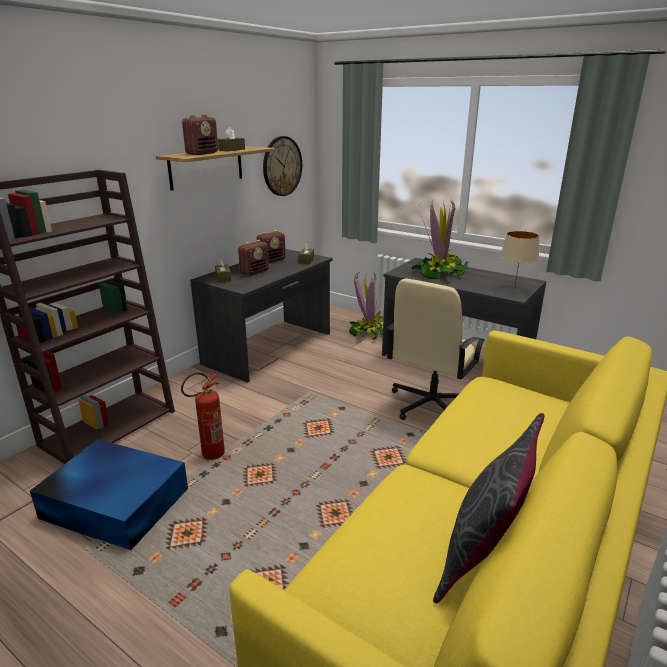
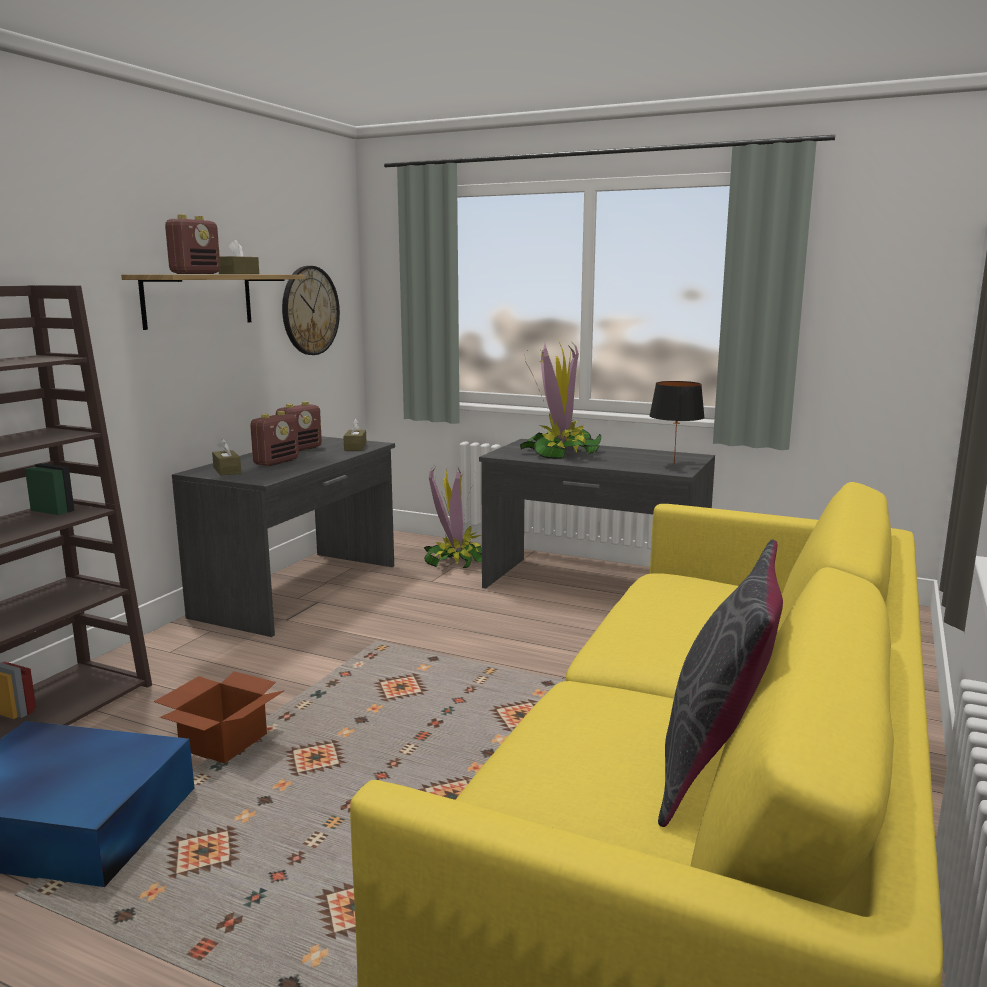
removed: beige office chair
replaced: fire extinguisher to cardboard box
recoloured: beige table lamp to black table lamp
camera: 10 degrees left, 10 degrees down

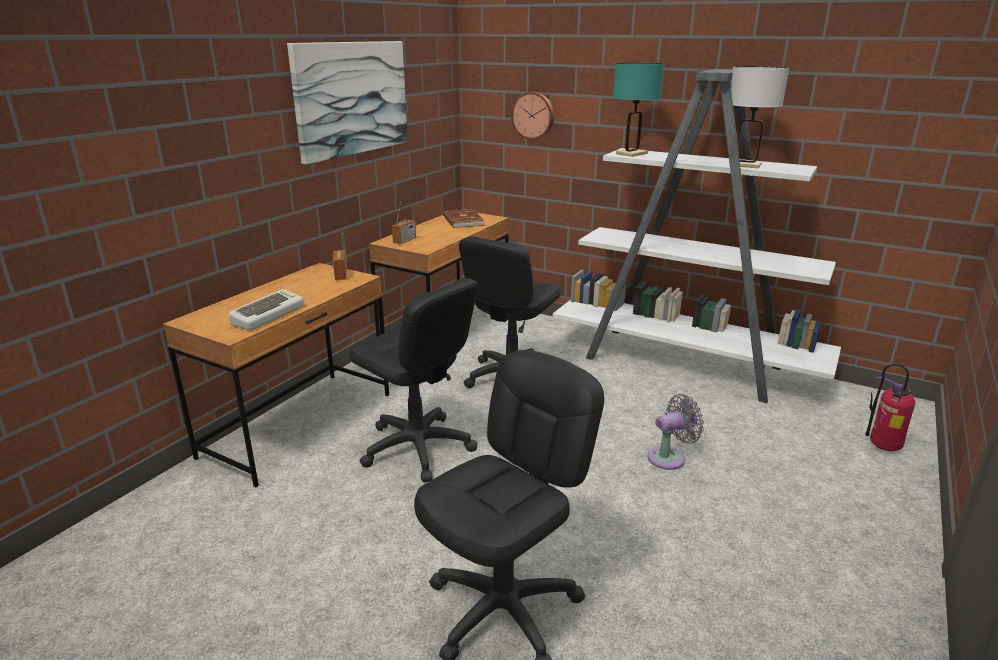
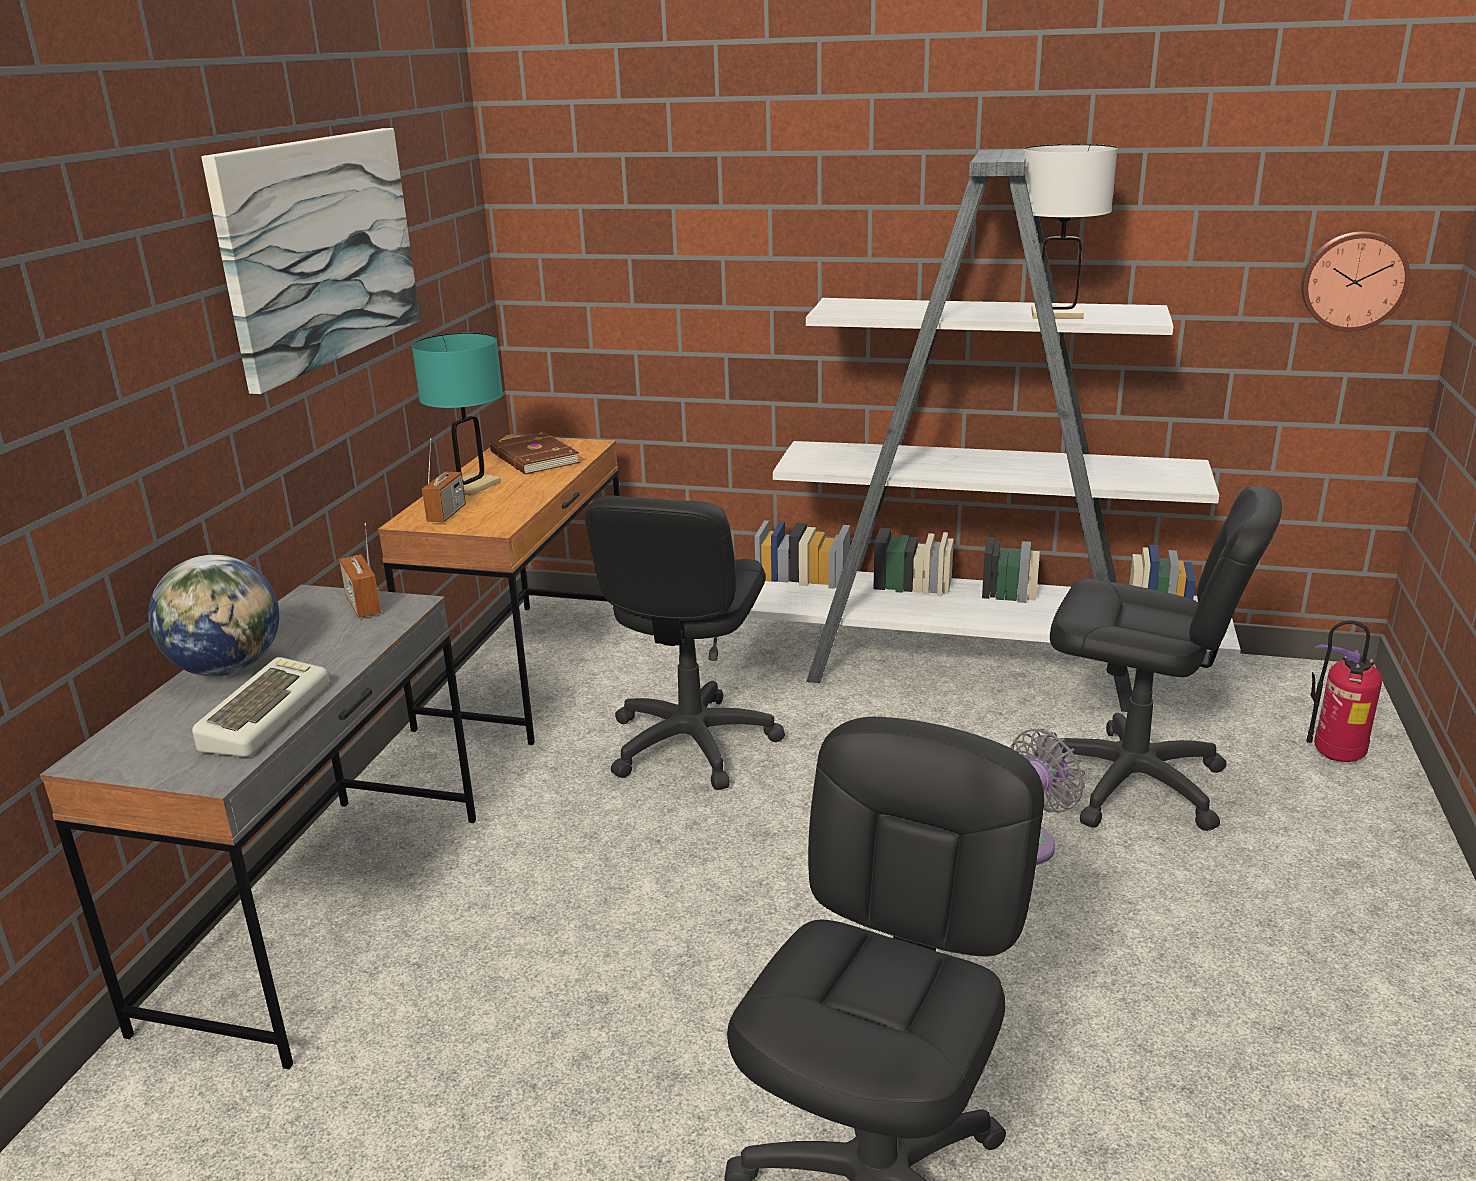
added: globe
moved: turquoise table lamp; black office chair (1st from left in the first image) to black office chair (3rd from left); wall clock
recoloured: brown desk (1st from left) to grey desk
camera: 15 degrees left, 0 degrees up

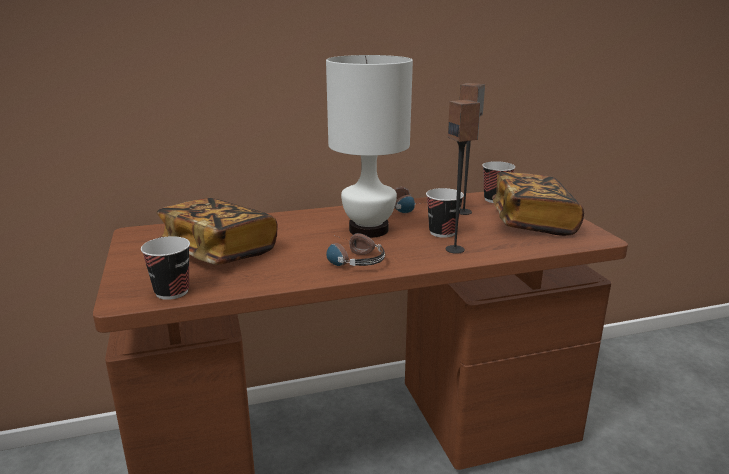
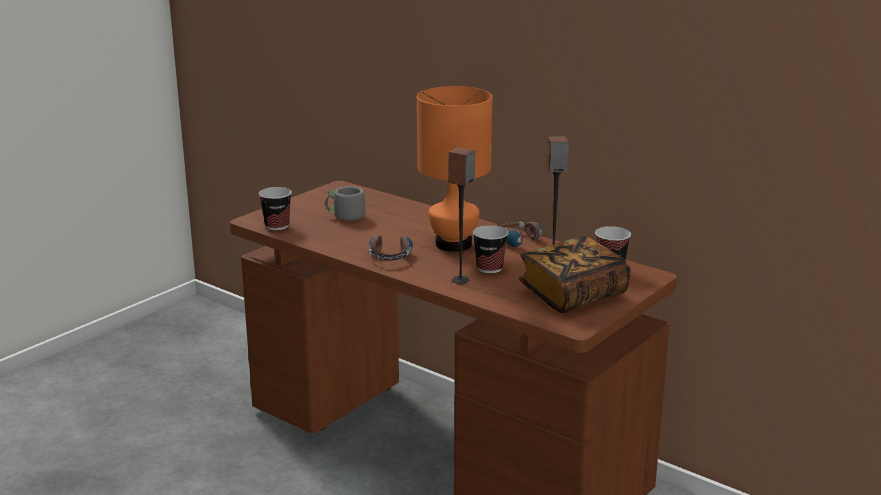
replaced: book (1st from left) to grey mug
recoloured: white table lamp to orange table lamp
camera: 55 degrees right, 0 degrees up

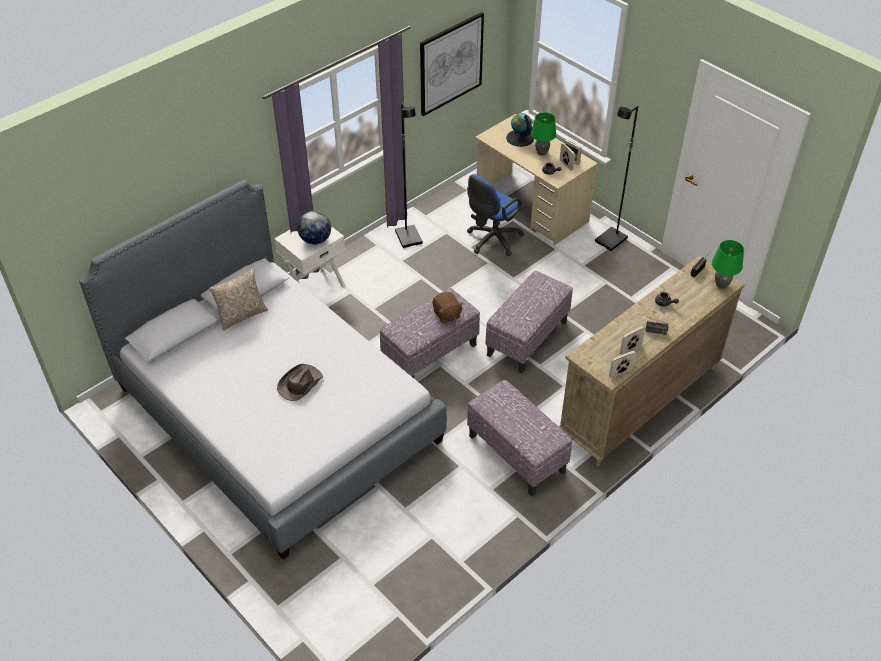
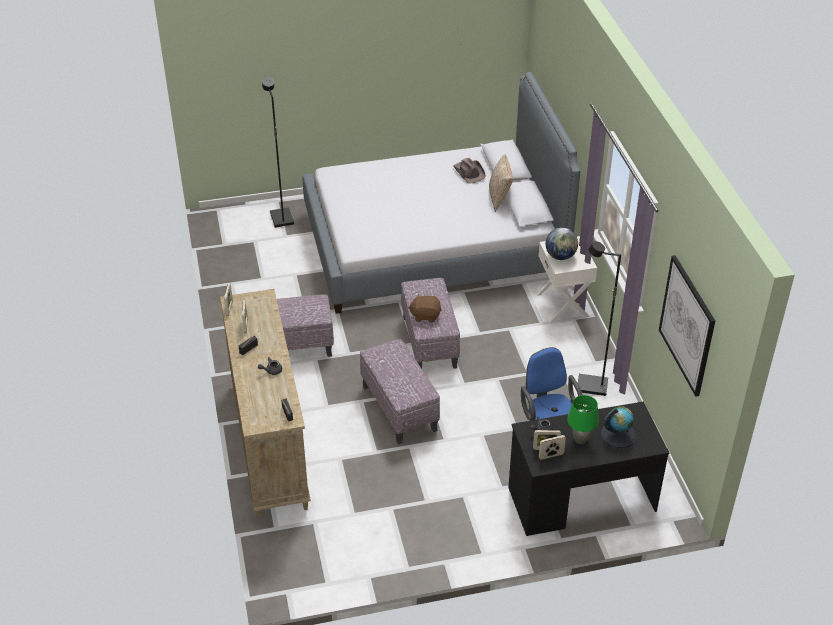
removed: green table lamp (2nd from left)
moved: black floor lamp (2nd from left in the first image) to black floor lamp (1st from left); brown hat
recoloured: beige desk to black desk
camera: 120 degrees right, 5 degrees down

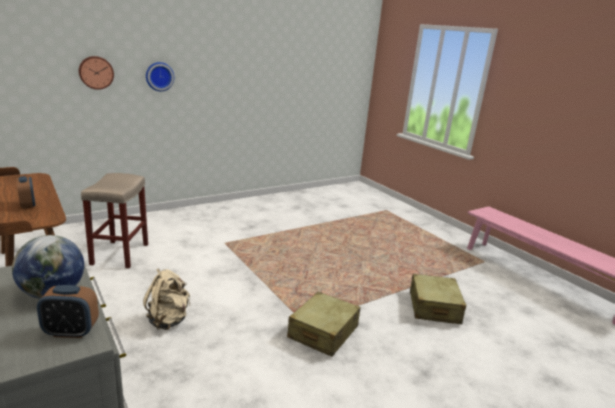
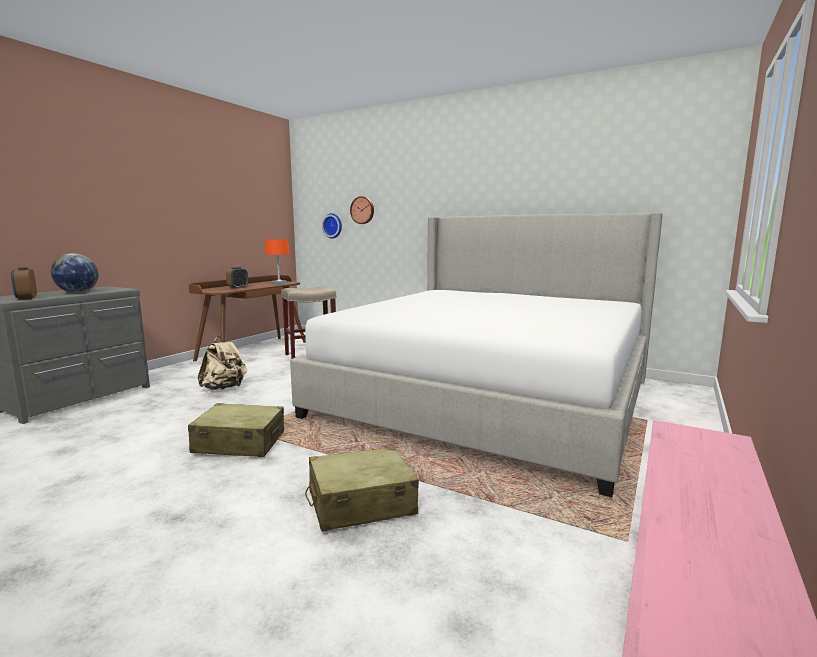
added: orange table lamp; bed
moved: wall clock (2nd from left in the first image) to wall clock (1st from left)
camera: 65 degrees right, 10 degrees down

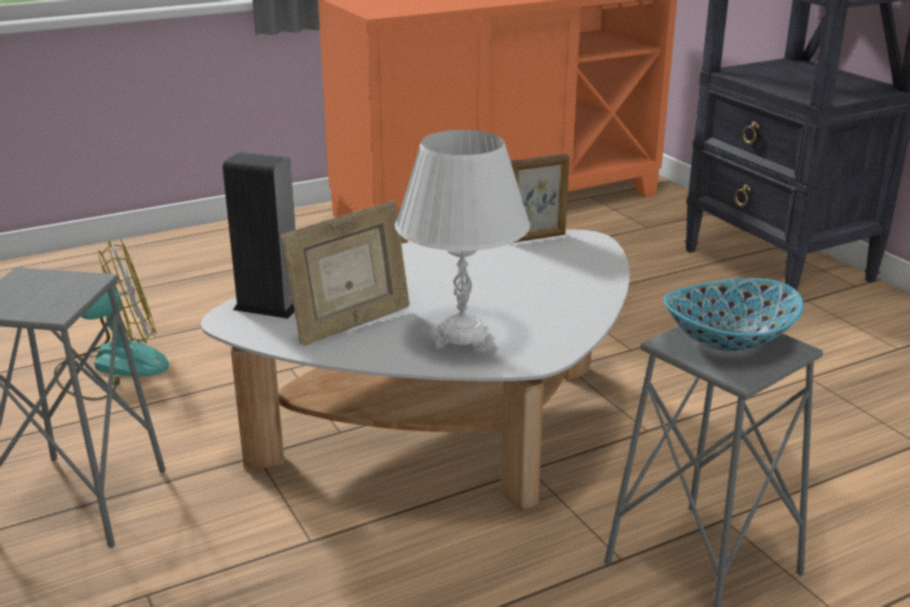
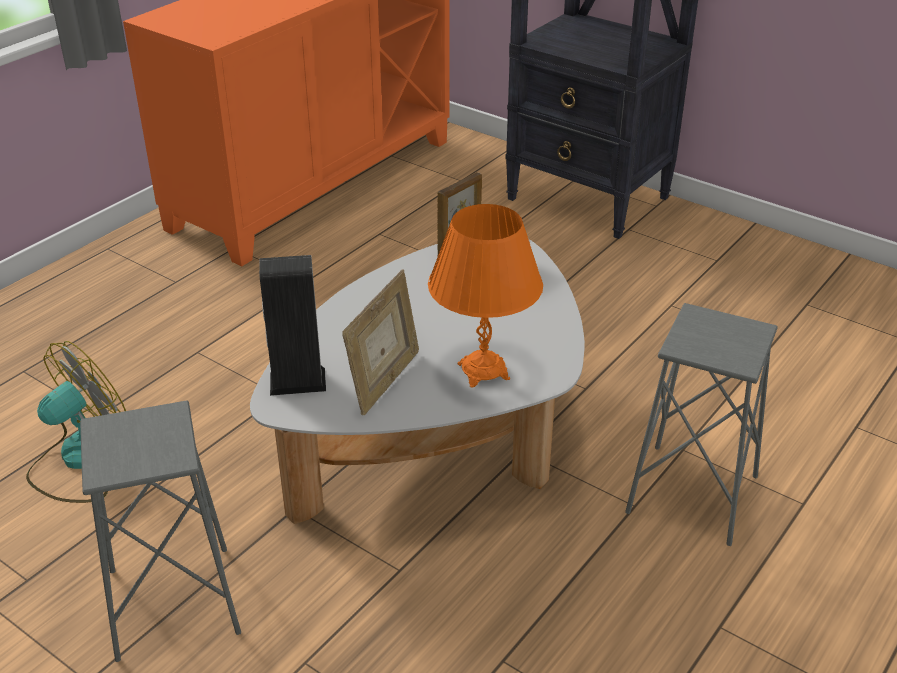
removed: bowl
recoloured: white table lamp to orange table lamp
camera: 25 degrees left, 10 degrees up

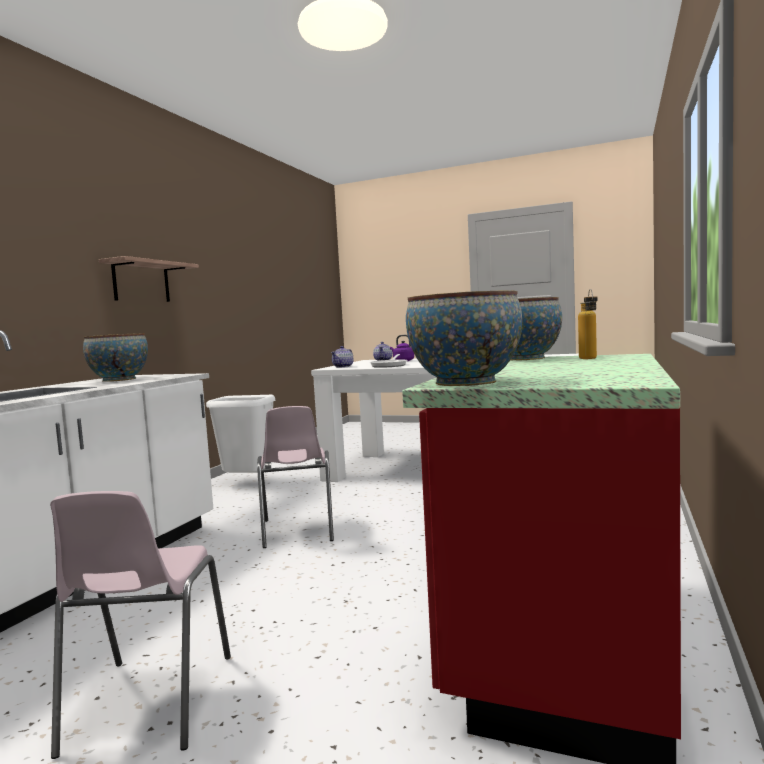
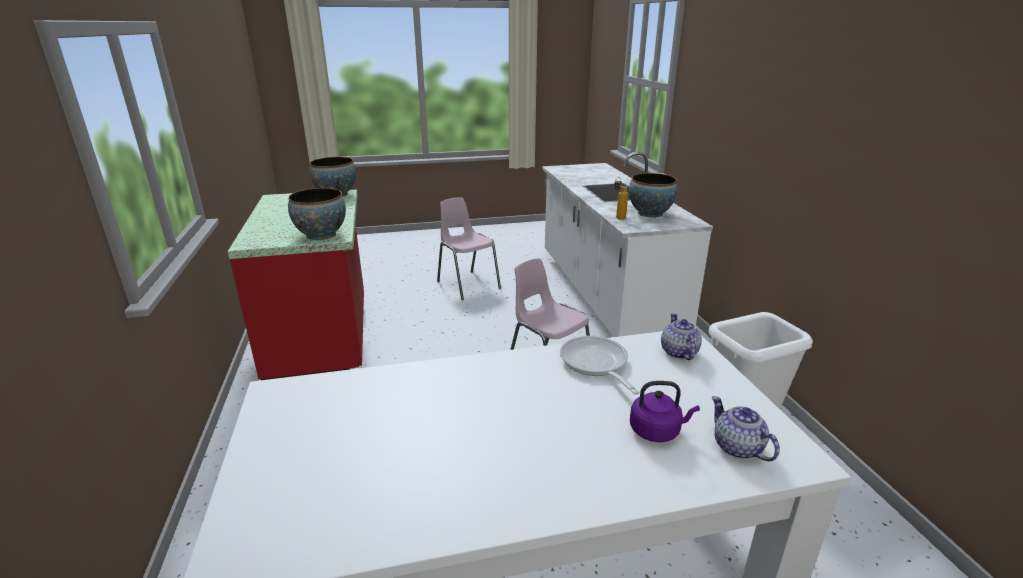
removed: shelf
moved: bottle
camera: 145 degrees right, 20 degrees up

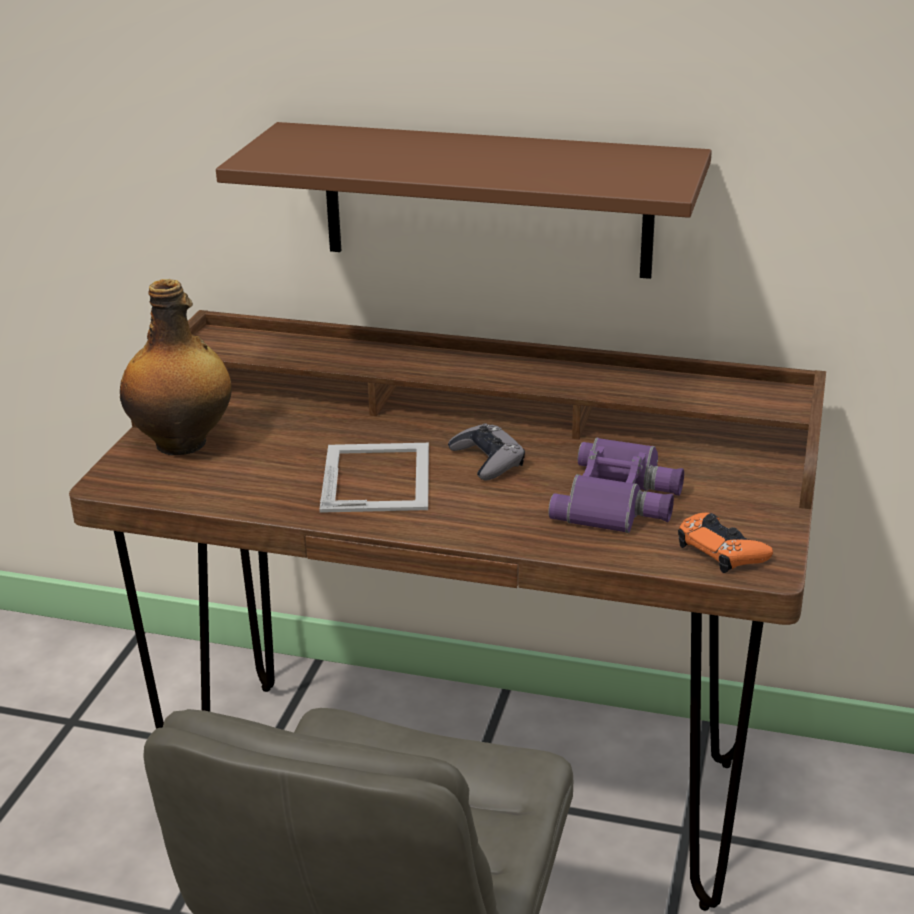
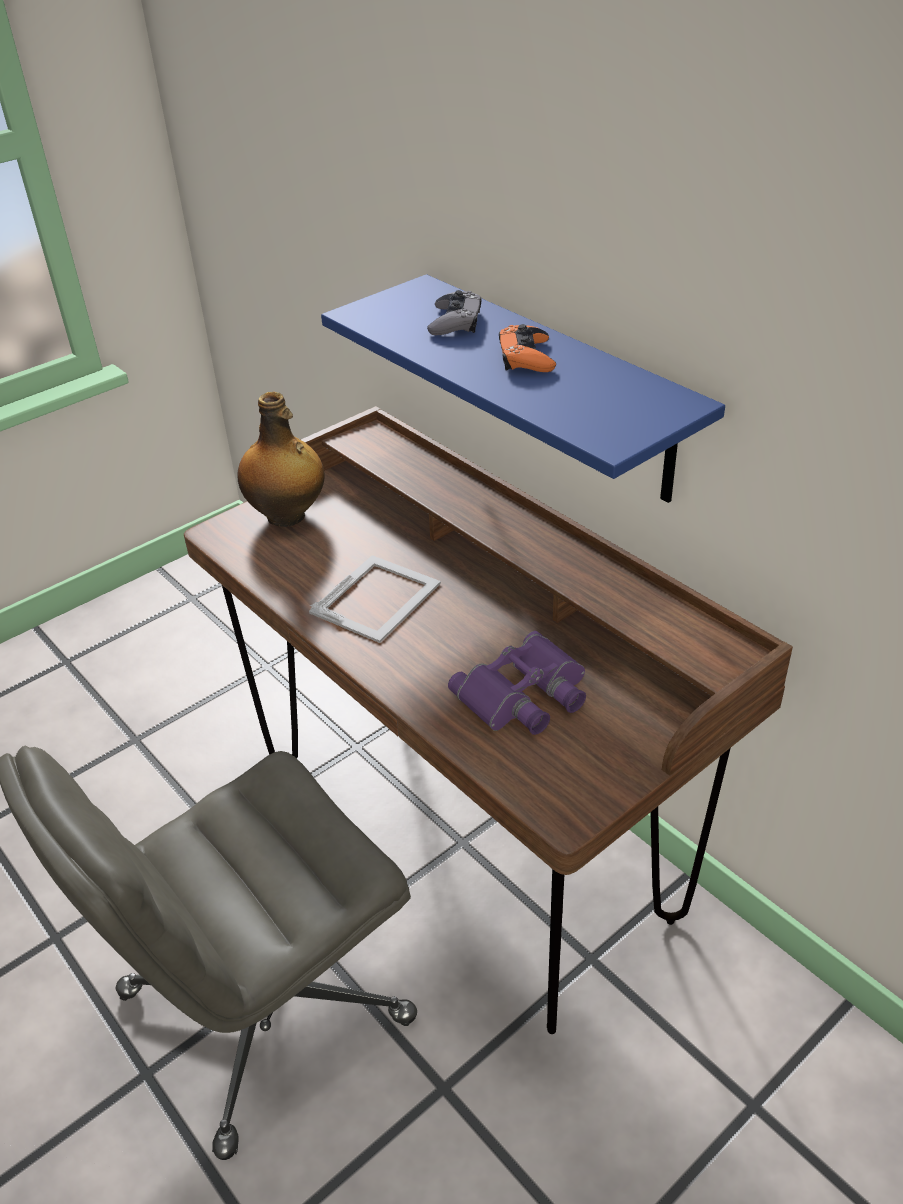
moved: grey game controller; orange game controller
recoloured: brown shelf to blue shelf
camera: 35 degrees right, 10 degrees up

